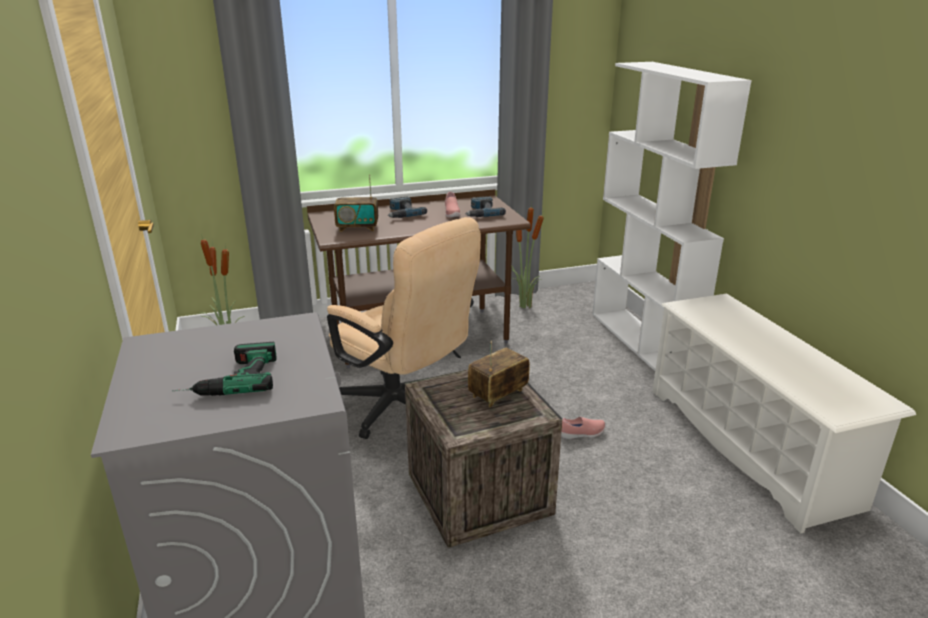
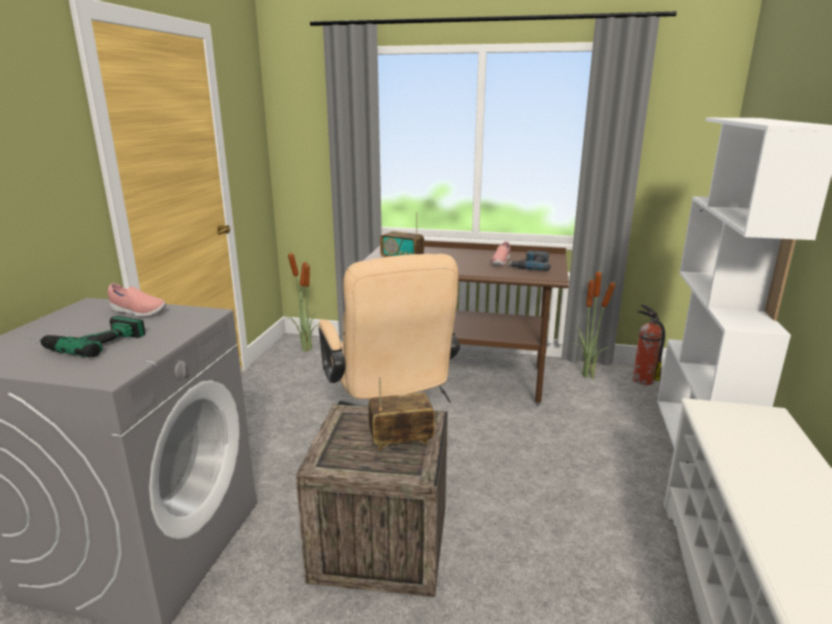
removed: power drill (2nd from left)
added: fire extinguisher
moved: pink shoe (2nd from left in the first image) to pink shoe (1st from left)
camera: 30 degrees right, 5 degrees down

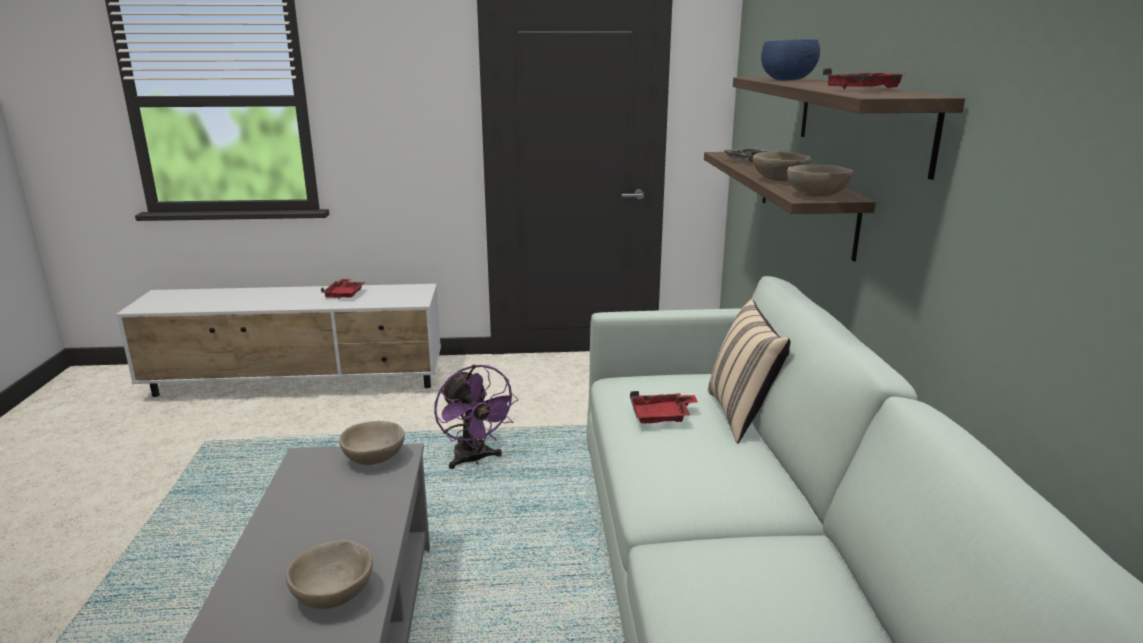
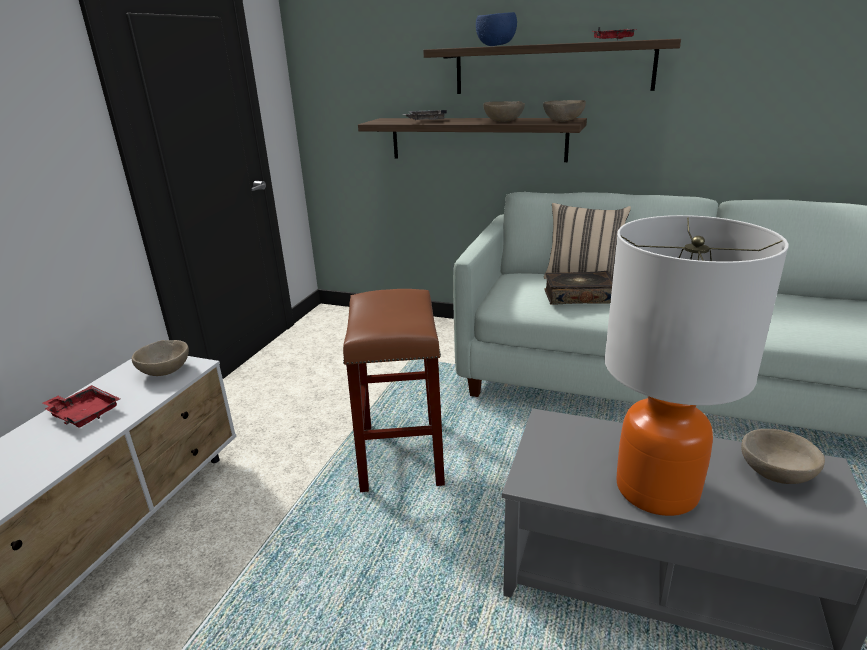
added: table lamp
moved: beige bowl (2nd from left in the first image) to beige bowl (1st from left)
replaced: purple fan to brown stool; red tray (2nd from left) to book
camera: 65 degrees left, 5 degrees up

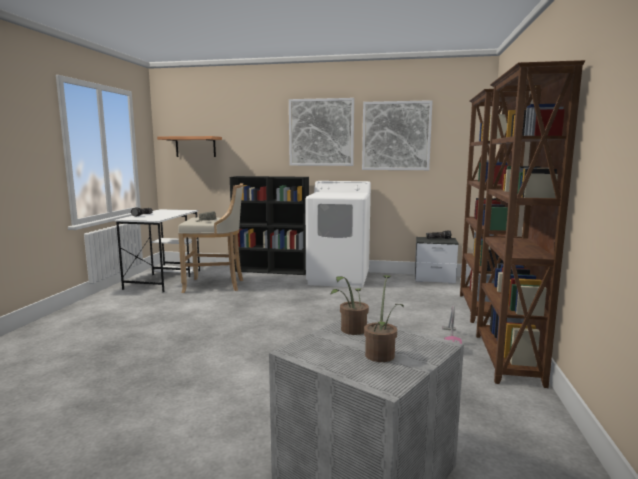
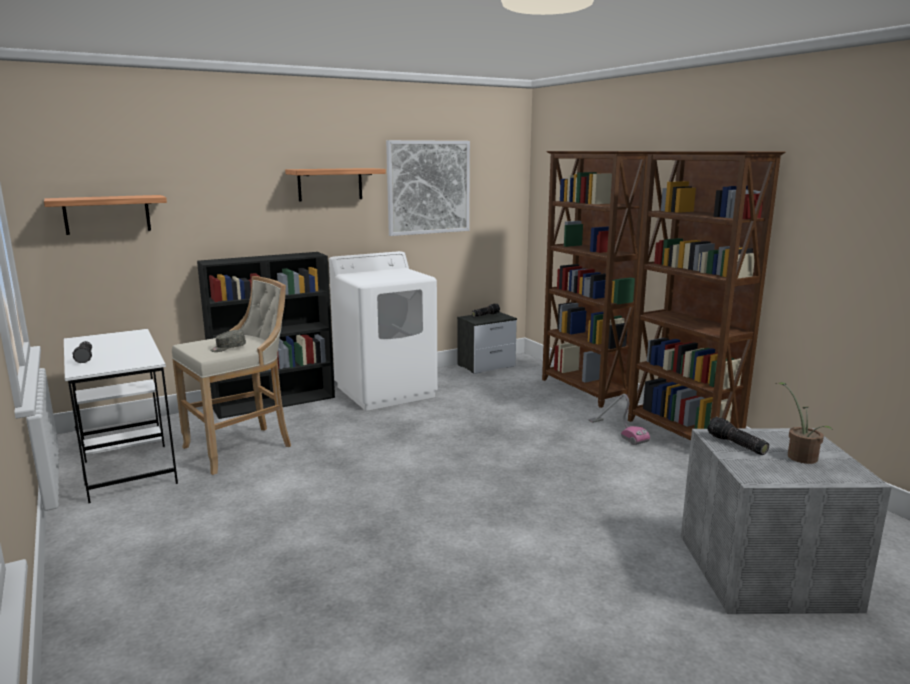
replaced: picture (1st from left) to shelf (2nd from left); potted plant (1st from left) to flashlight (3rd from left)
camera: 40 degrees left, 5 degrees up

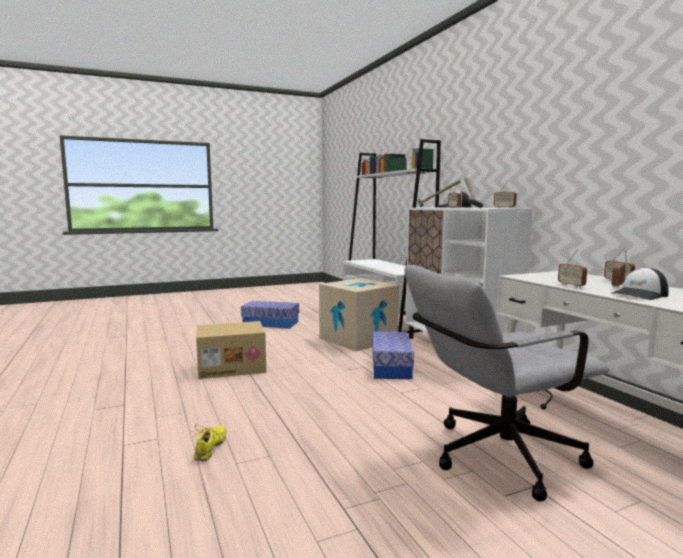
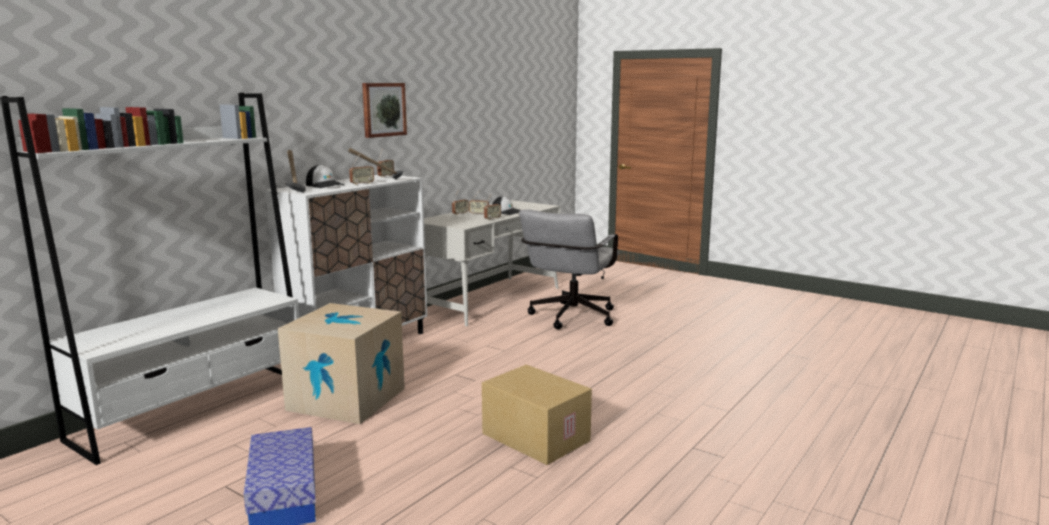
removed: yellow shoe; storage box (2nd from left)
added: picture
turned: grey office chair 75 degrees clockwise
camera: 120 degrees left, 5 degrees up

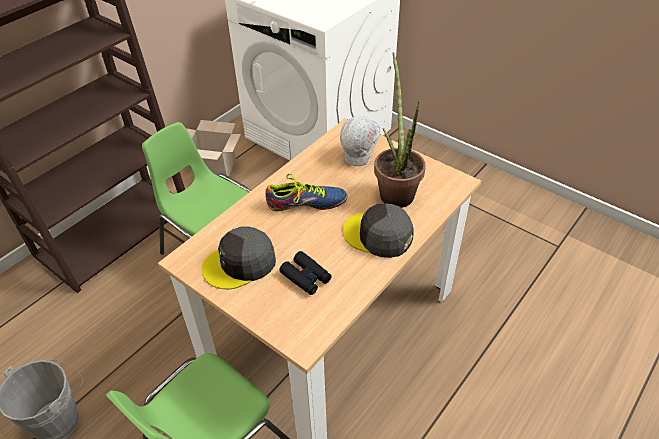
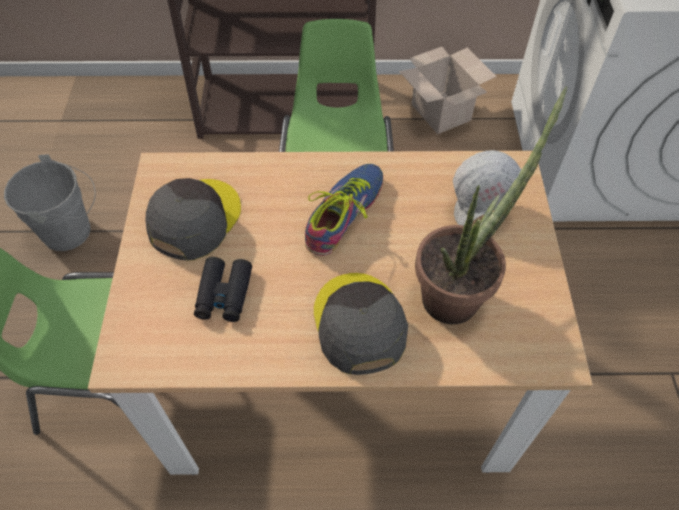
turned: grey cap (1st from left) 90 degrees clockwise; shoe 105 degrees counterclockwise
camera: 50 degrees right, 10 degrees up

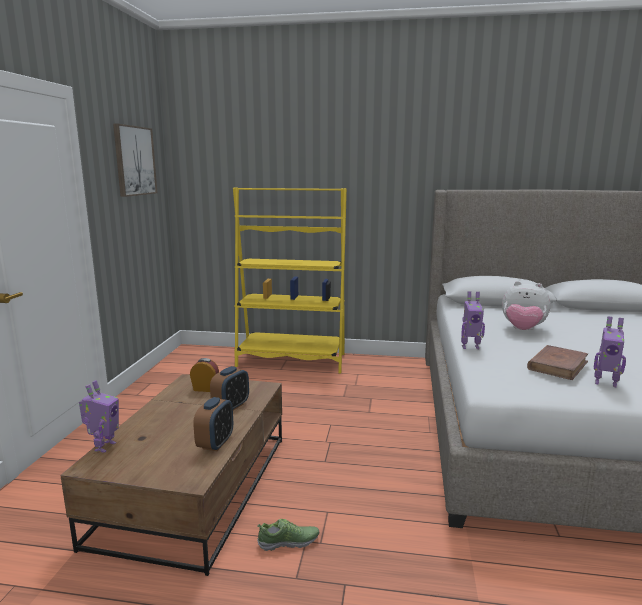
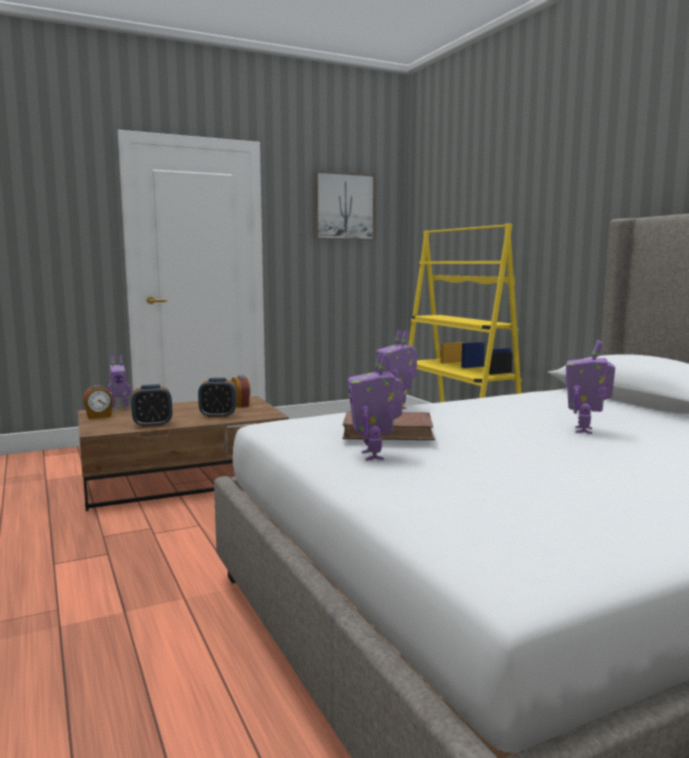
removed: shoe; plush toy
added: alarm clock (1st from left); toy robot (4th from left)
camera: 55 degrees right, 5 degrees down

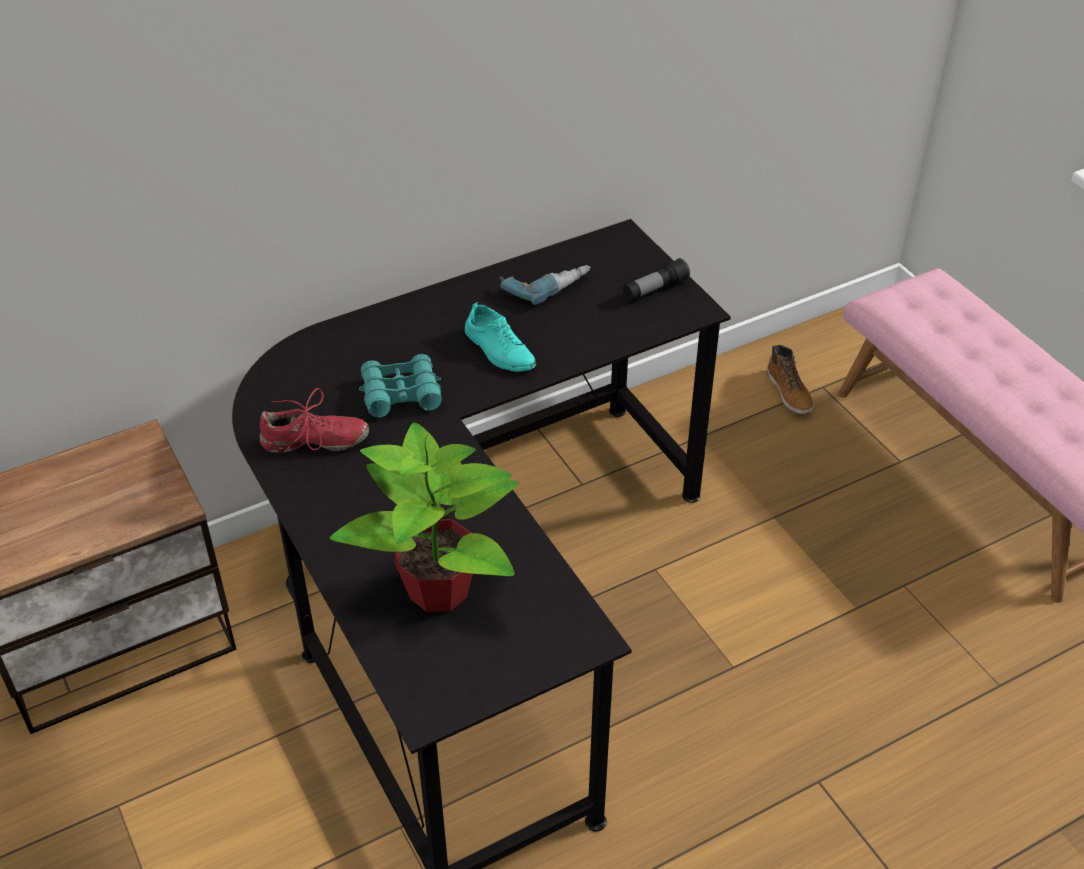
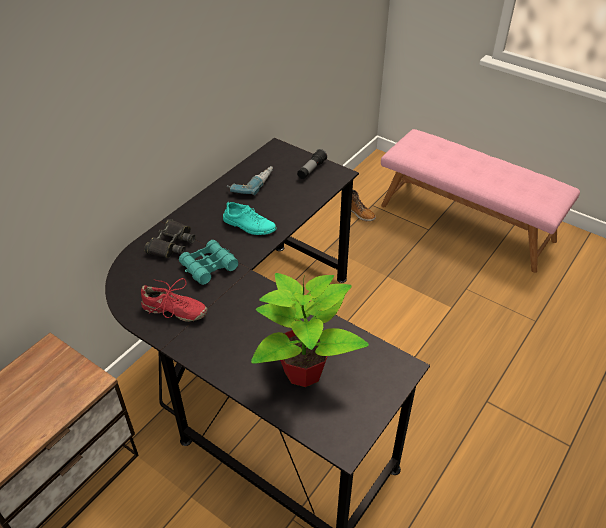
added: black binoculars
turned: red shoe 45 degrees clockwise
camera: 25 degrees left, 0 degrees up

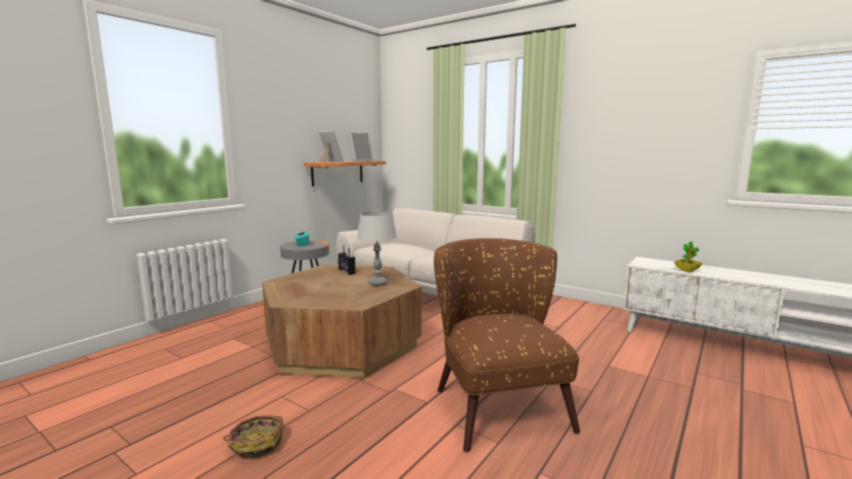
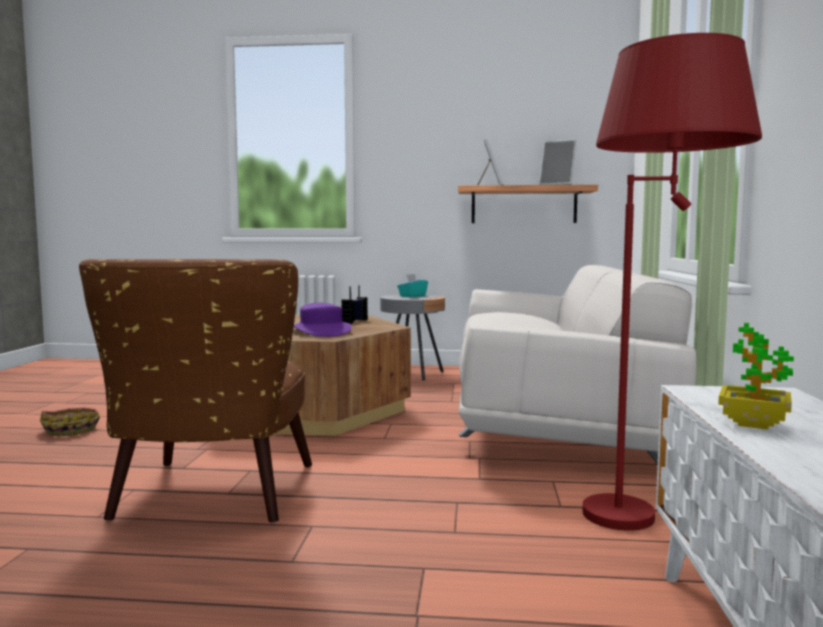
added: red floor lamp
replaced: grey table lamp to purple hat
turned: brown armchair 135 degrees clockwise
camera: 60 degrees right, 5 degrees down

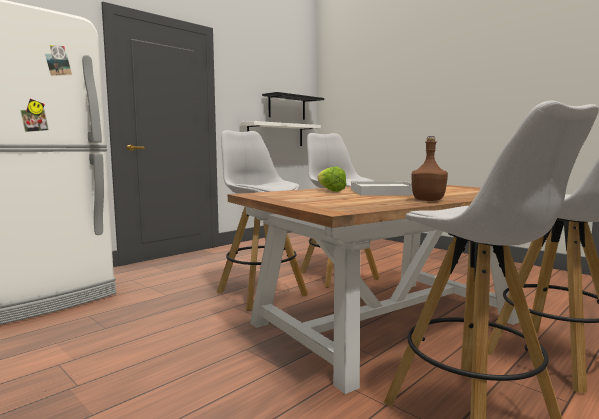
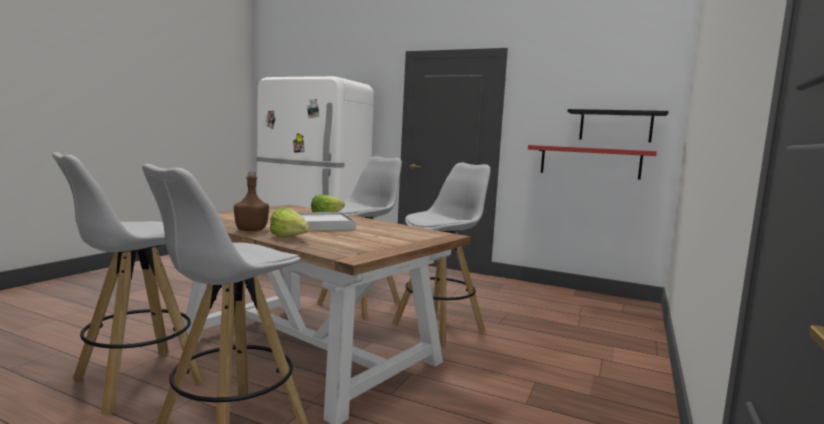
added: lettuce (1st from left)
recoloured: white shelf to red shelf
camera: 70 degrees right, 0 degrees up

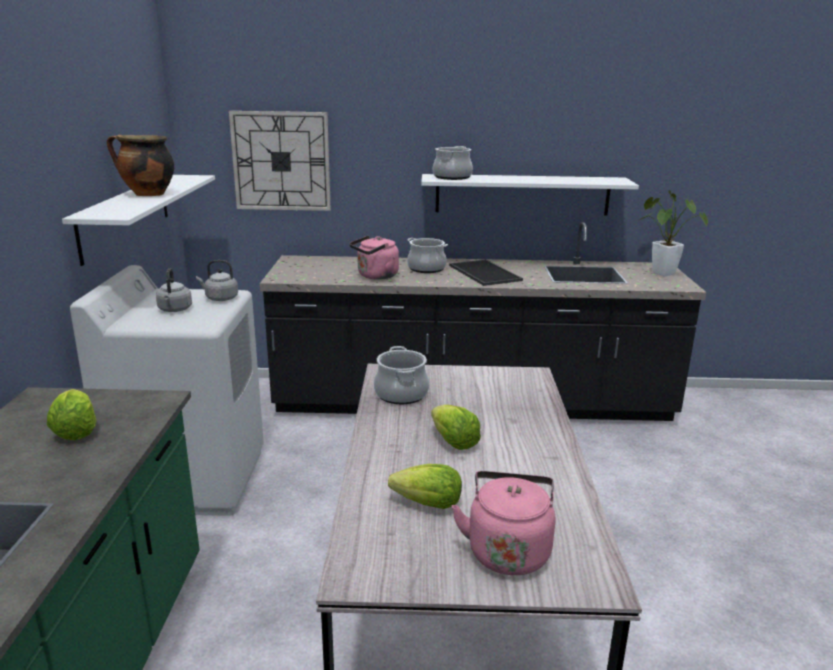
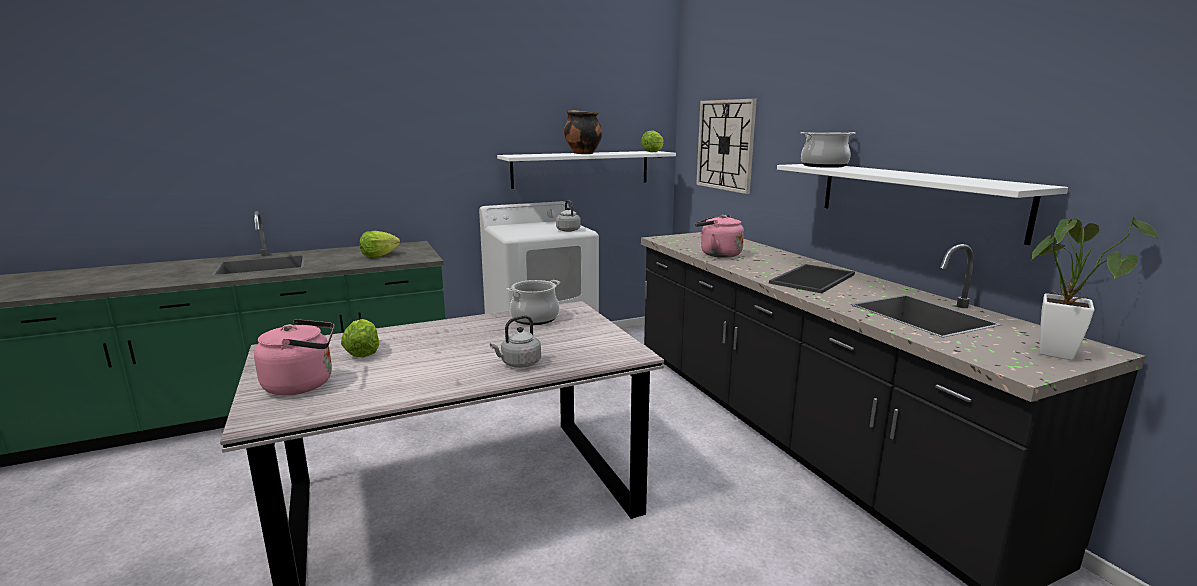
removed: cooking pot (3rd from left)
moved: grey kettle (1st from left); lettuce (3rd from left)
camera: 65 degrees right, 5 degrees down

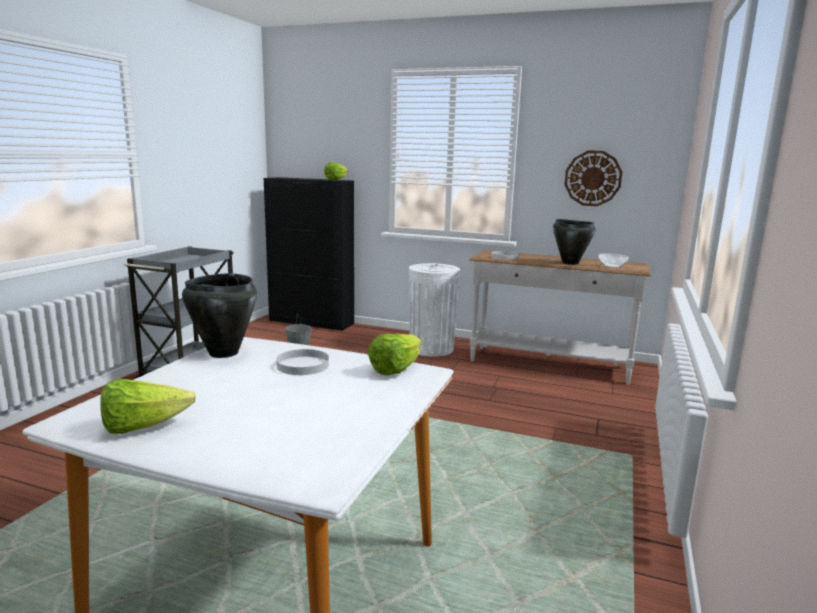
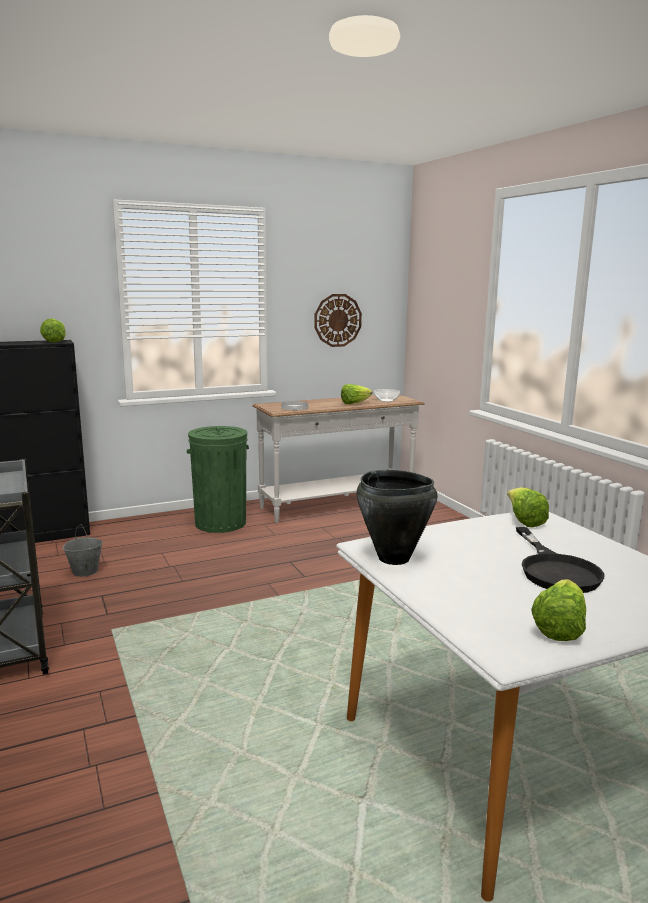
removed: white plate (1st from left)
added: black frying pan
replaced: black cooking pot (2nd from left) to lettuce (2nd from left)
recoloured: white trash can to green trash can
camera: 45 degrees left, 0 degrees up

